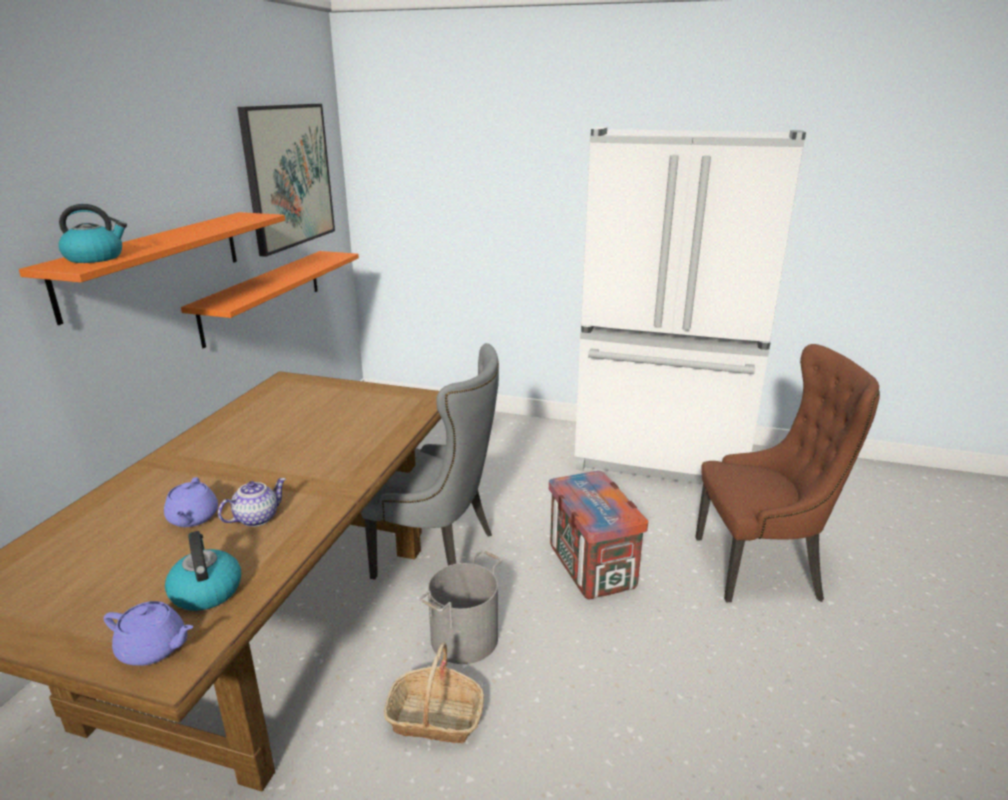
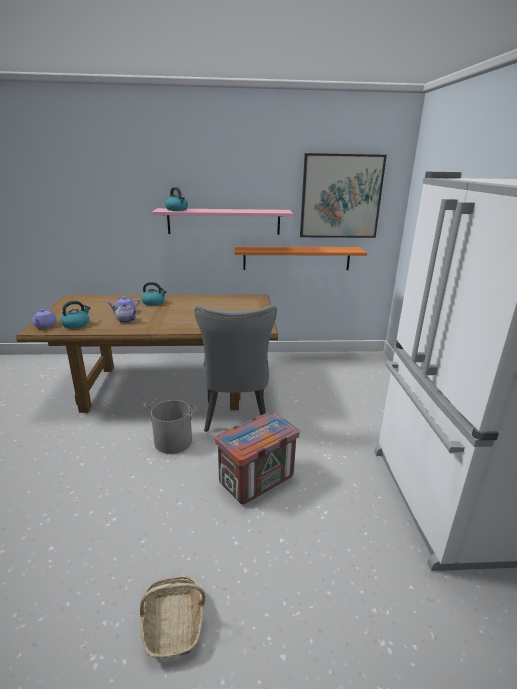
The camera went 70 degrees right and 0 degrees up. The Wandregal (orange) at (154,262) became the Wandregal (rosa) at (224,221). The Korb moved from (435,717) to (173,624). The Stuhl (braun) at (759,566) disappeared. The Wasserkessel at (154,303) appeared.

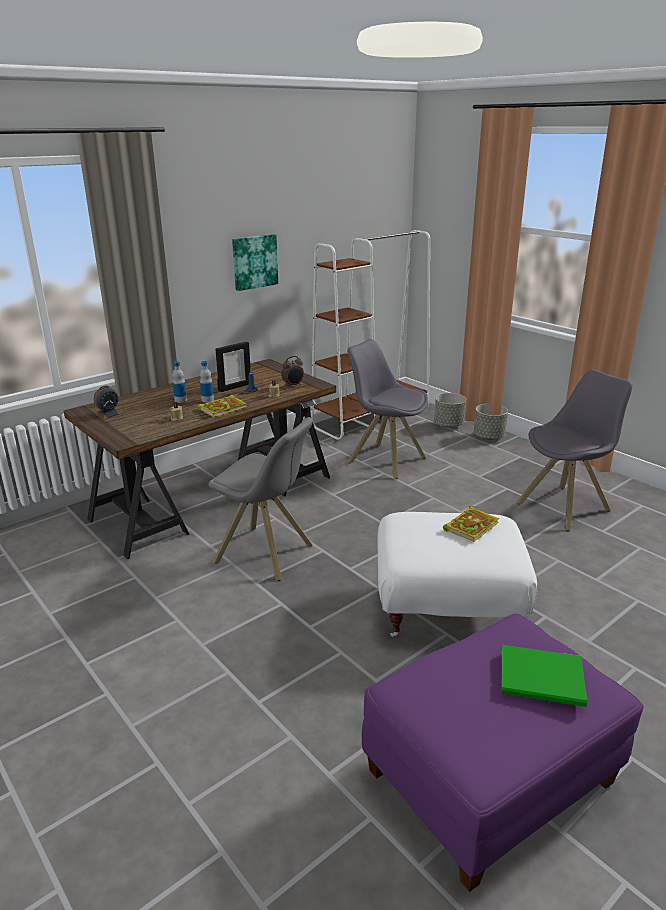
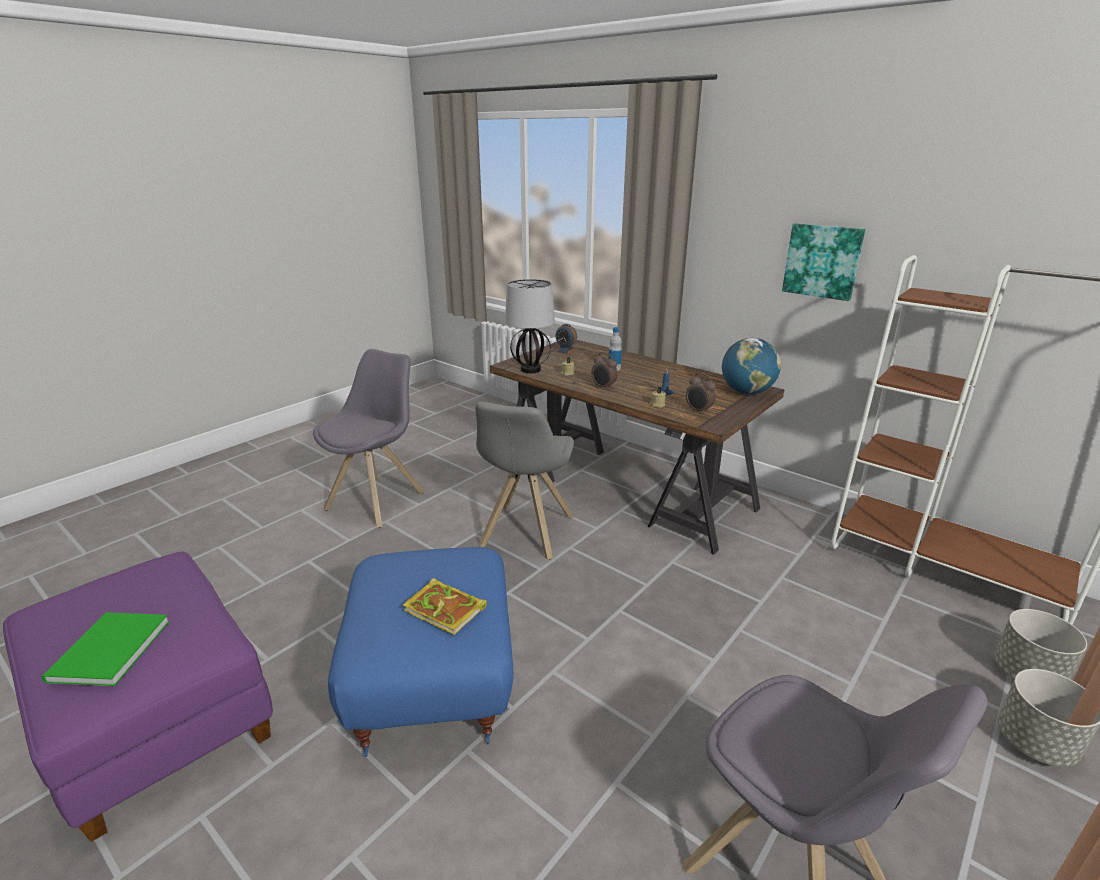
The camera went 80 degrees right and 0 degrees up. The Buch at (223,408) was replaced by the Wecker at (603,387). The Flasche at (207,400) disappeared. The Bilderrahmen at (235,387) disappeared. The Stuhl (grau) moved from (386,460) to (377,500). The Polsterhocker (weiß) at (448,607) became the Polsterhocker (blau) at (435,683). The Tischlampe at (530,369) appeared. The Globus at (746,392) appeared.

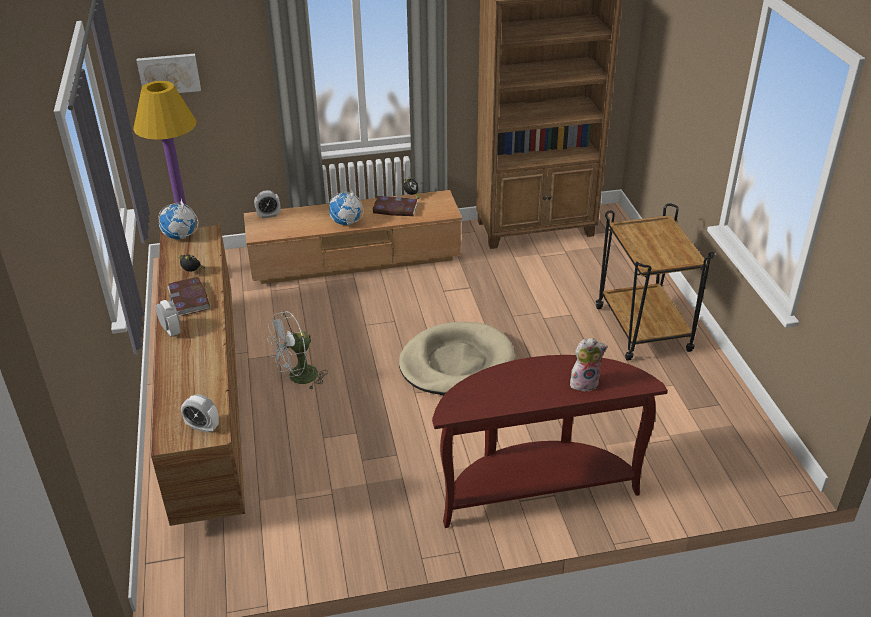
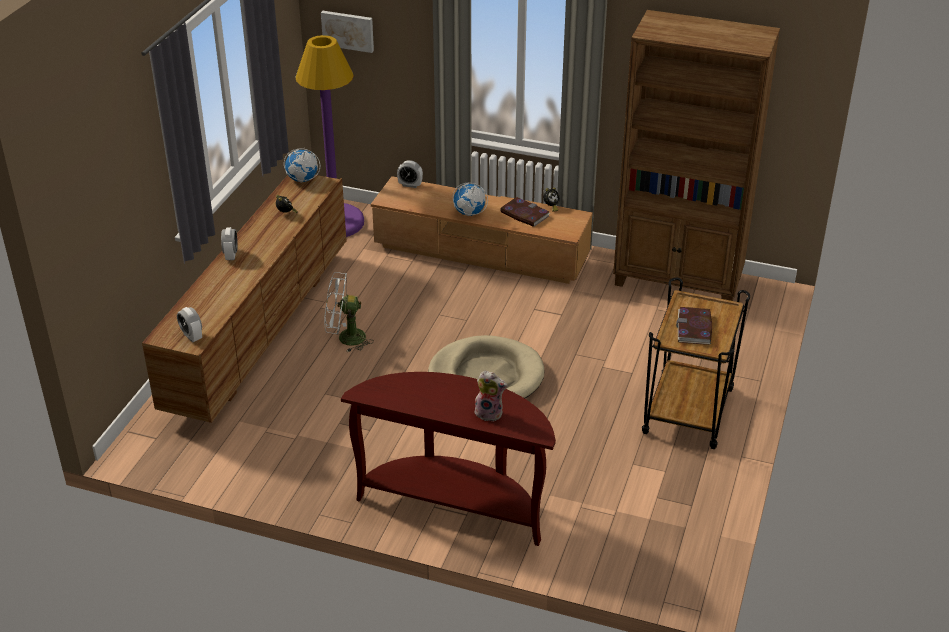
The camera went 30 degrees right and 0 degrees up. The Buch moved from (189,299) to (694,328).

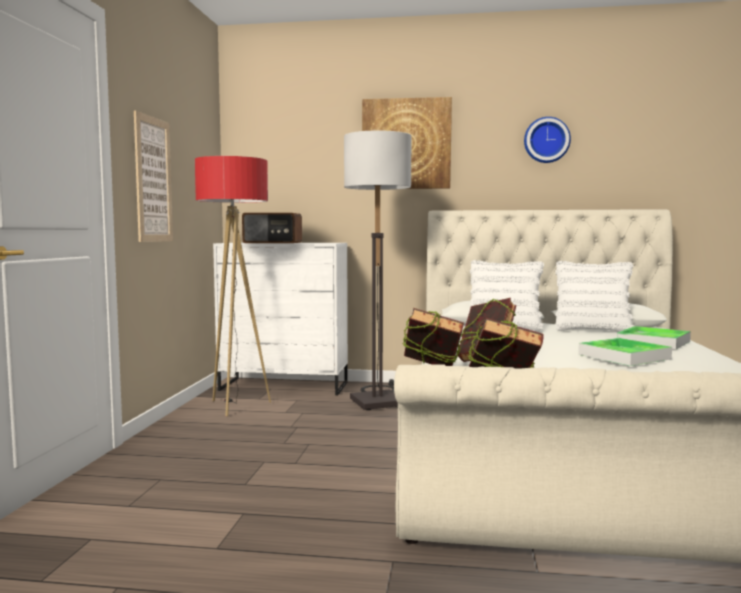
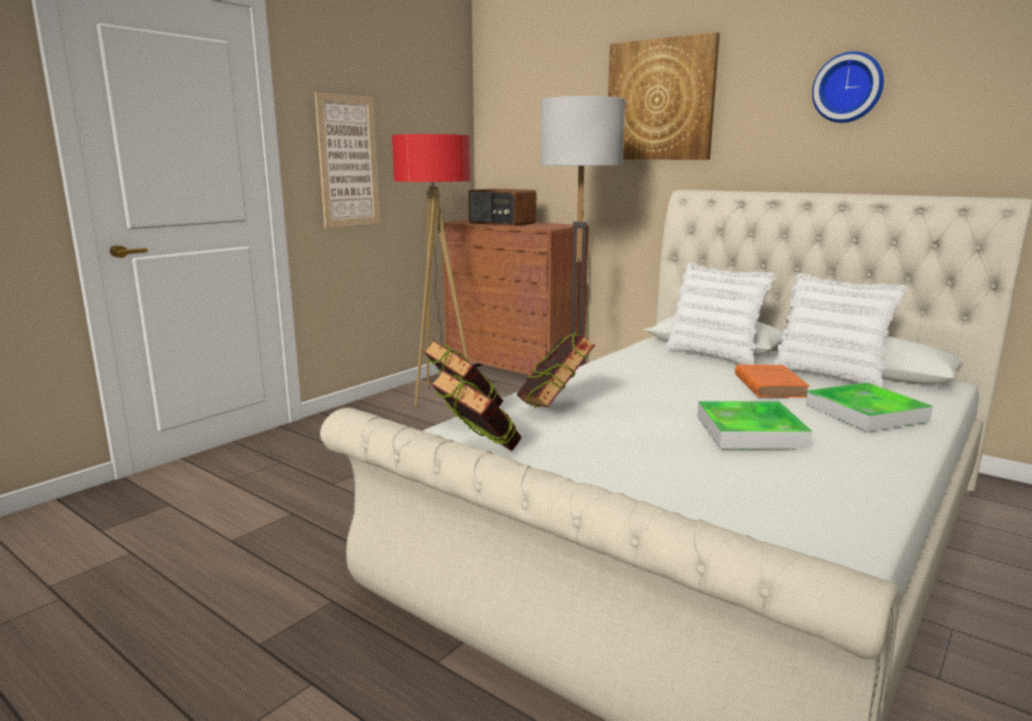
The camera went 30 degrees right and 10 degrees up. The Kommode (weiß) at (285,386) became the Kommode (braun) at (514,380). The Buch (orange) at (769,385) appeared.

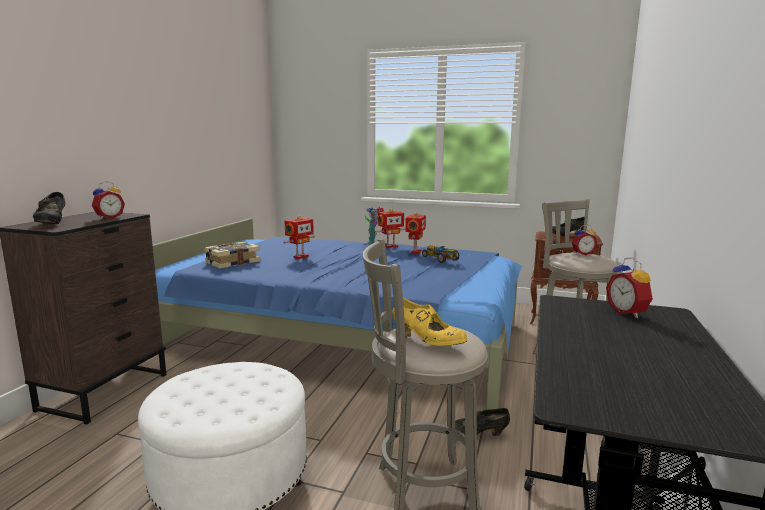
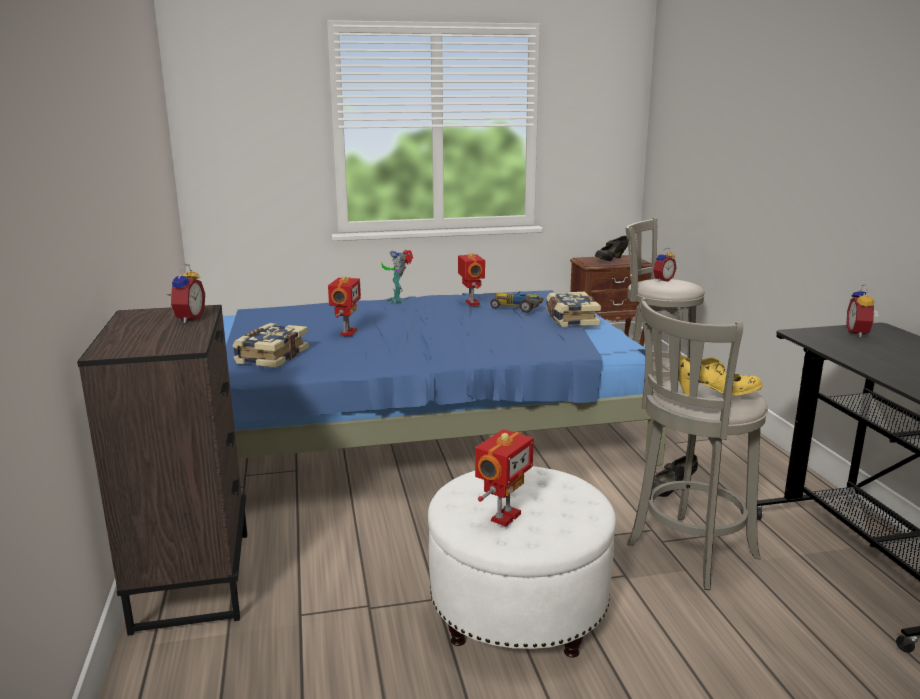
The camera went 30 degrees left and 5 degrees up. The Schuh (schwarz) at (52,224) disappeared. The Spielzeugroboter moved from (390,246) to (504,516). The Wecker at (628,313) turned 60 degrees clockwise. The Buch at (570,319) appeared.

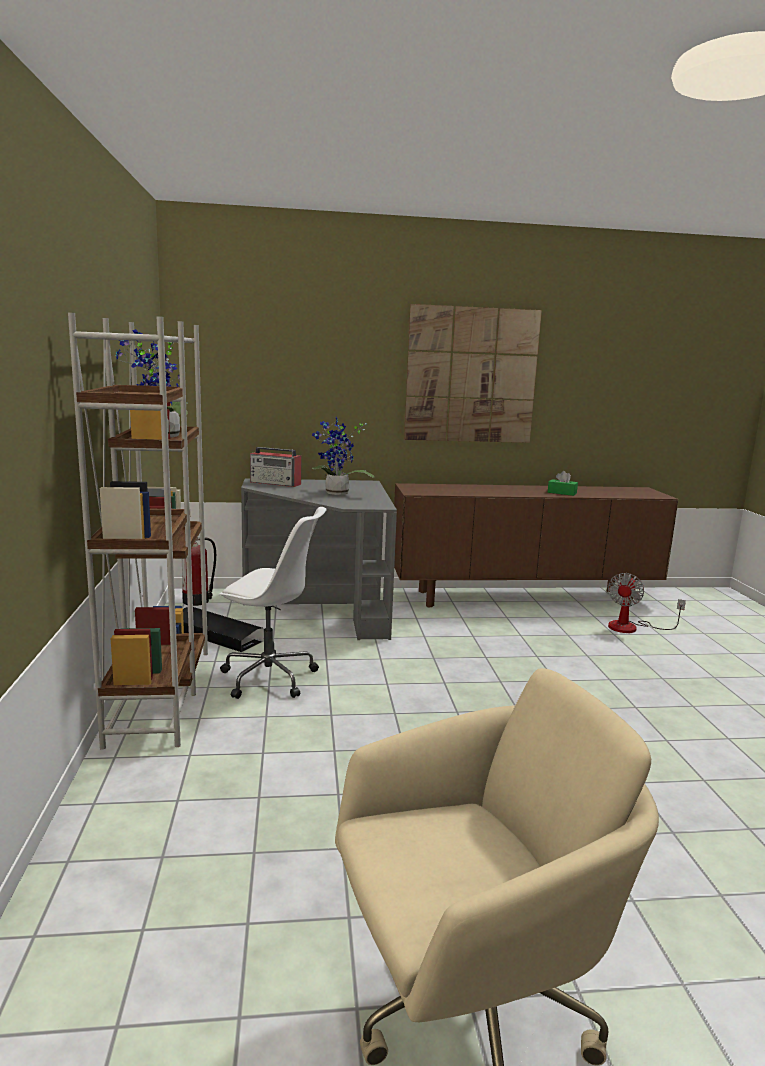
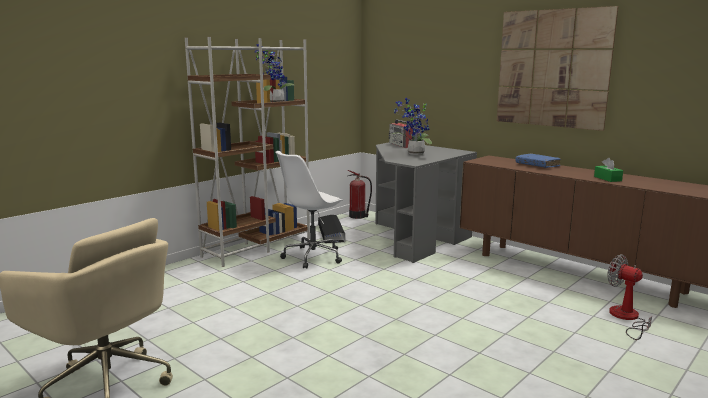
The camera went 50 degrees right and 0 degrees up. The Bürostuhl (weiß) at (271,678) turned 75 degrees clockwise. The Ventilator at (632,627) turned 60 degrees clockwise. The Buch (blau) at (537,165) appeared.

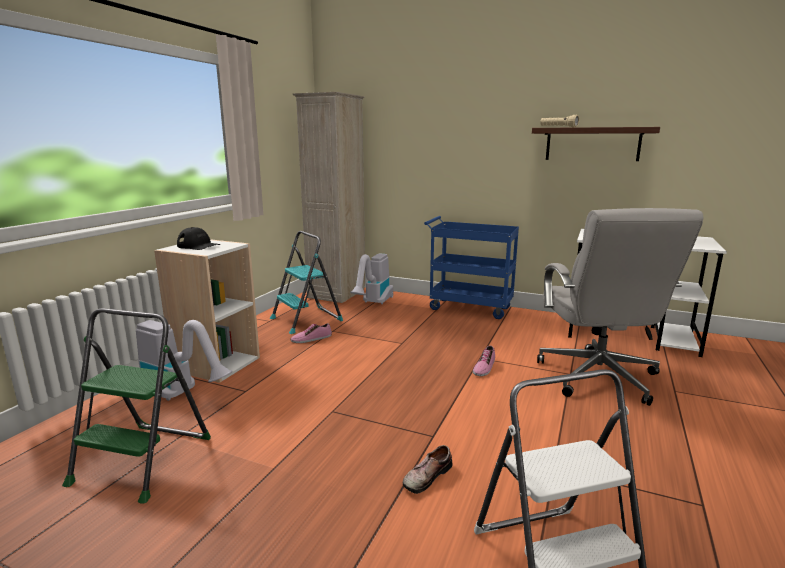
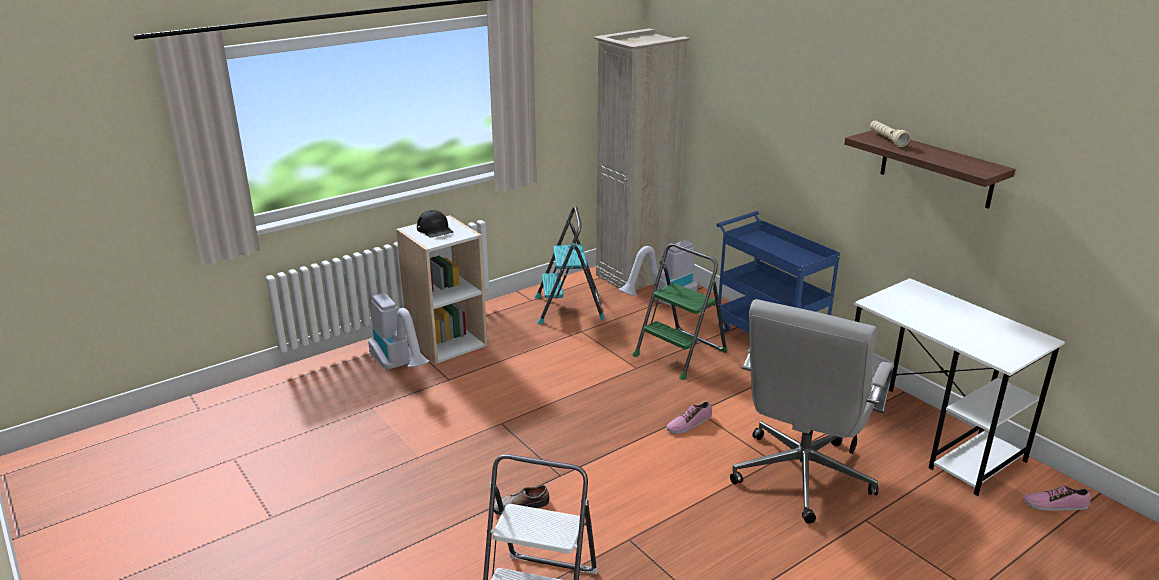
The camera went 30 degrees right and 10 degrees up. The Trittleiter (grün) moved from (147,457) to (683,352). The Schuh moved from (311,339) to (1055,504).

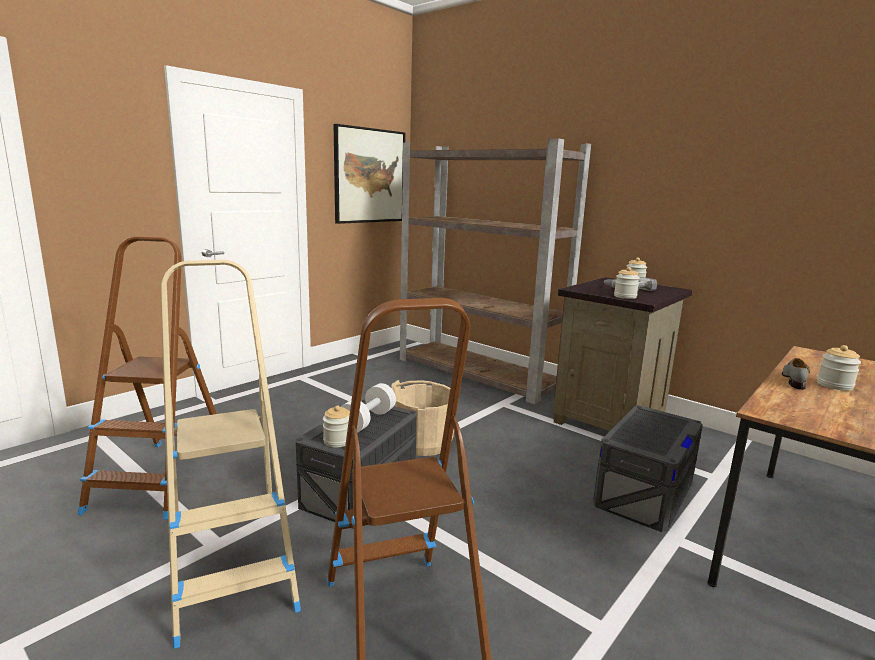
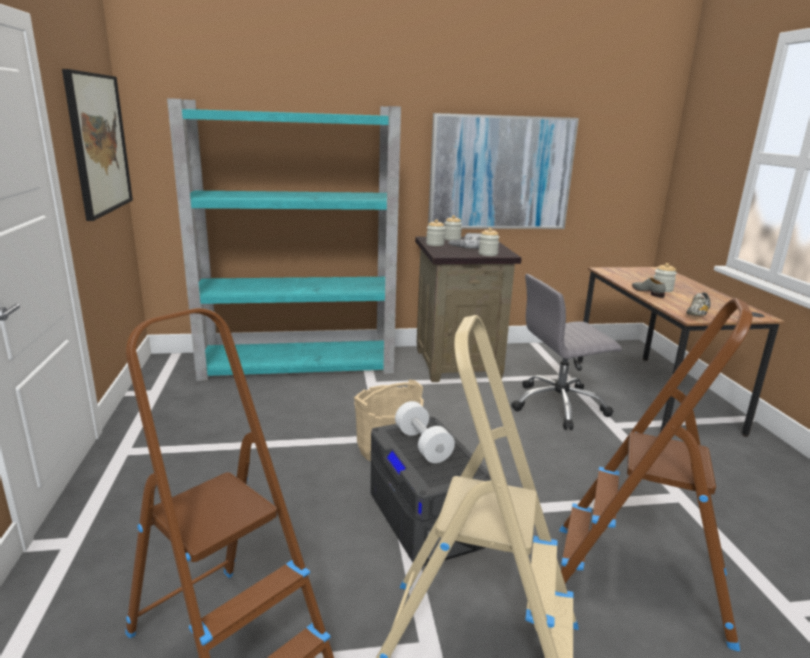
The camera went 50 degrees left and 5 degrees up. The Vorratsglas moved from (337,441) to (435,244). The Bücherregal (braun) at (478,373) became the Bücherregal (türkis) at (298,363). The Aufbewahrungsbox (grau) at (644,492) was replaced by the Bürostuhl (grau) at (558,405). The Bild at (500,173) appeared. The Schuh at (697,314) appeared.

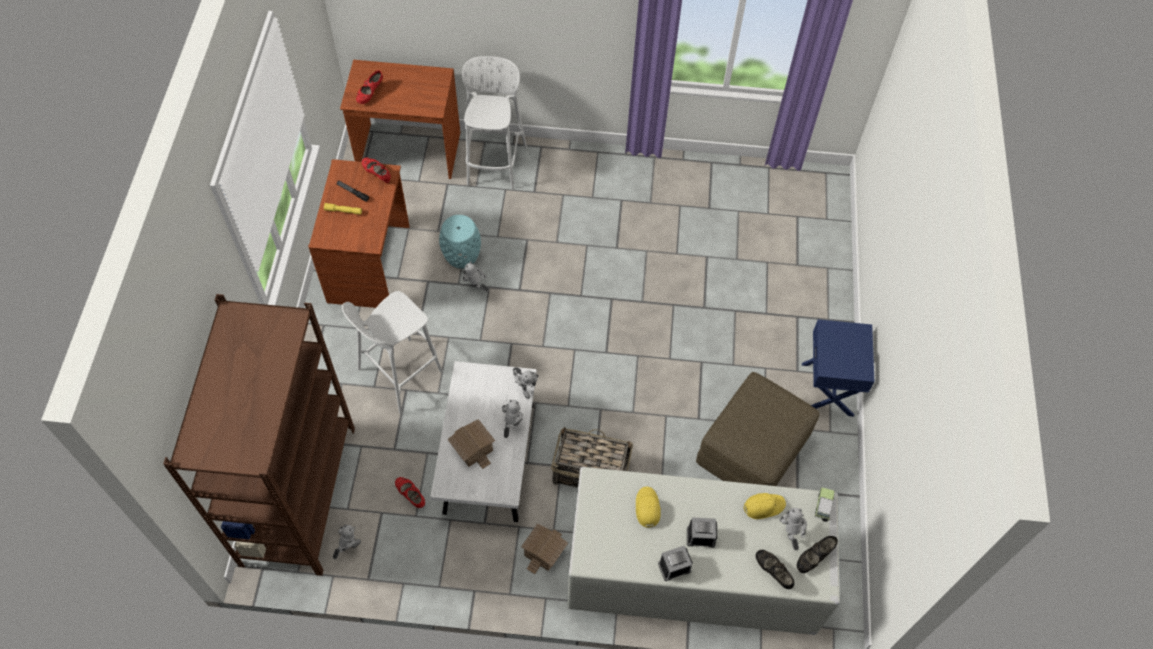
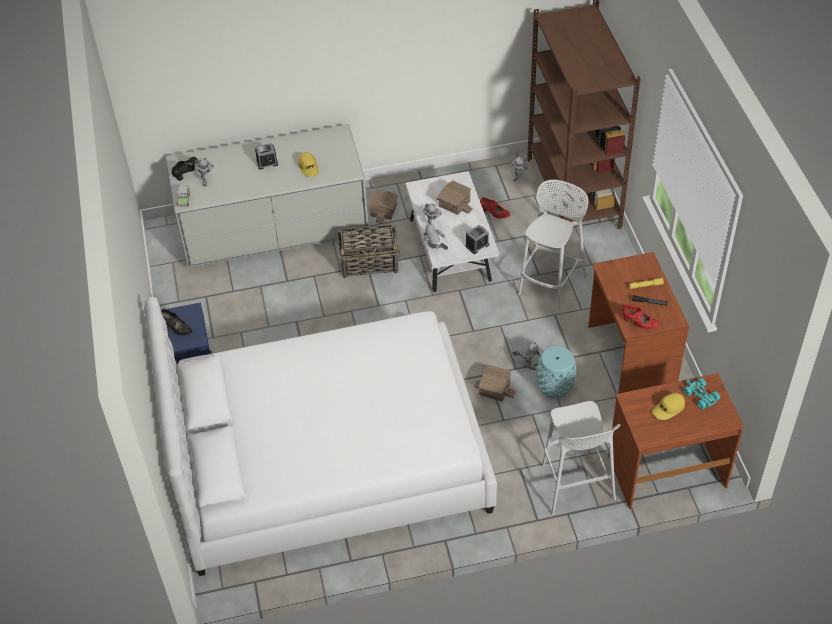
The camera went 165 degrees right and 10 degrees down. The Schuh (rot) at (370,94) was replaced by the Spielzeugauto (türkis) at (700,396). The Wecker moved from (674,567) to (477,245). The Polsterhocker (braun) at (752,451) disappeared. The Kappe (gelb) moved from (764,506) to (668,408). The Schuh (schwarz) moved from (773,572) to (177,329). The Bett (weiß) at (328,459) appeared. The Spielzeughaus at (494,389) appeared.

